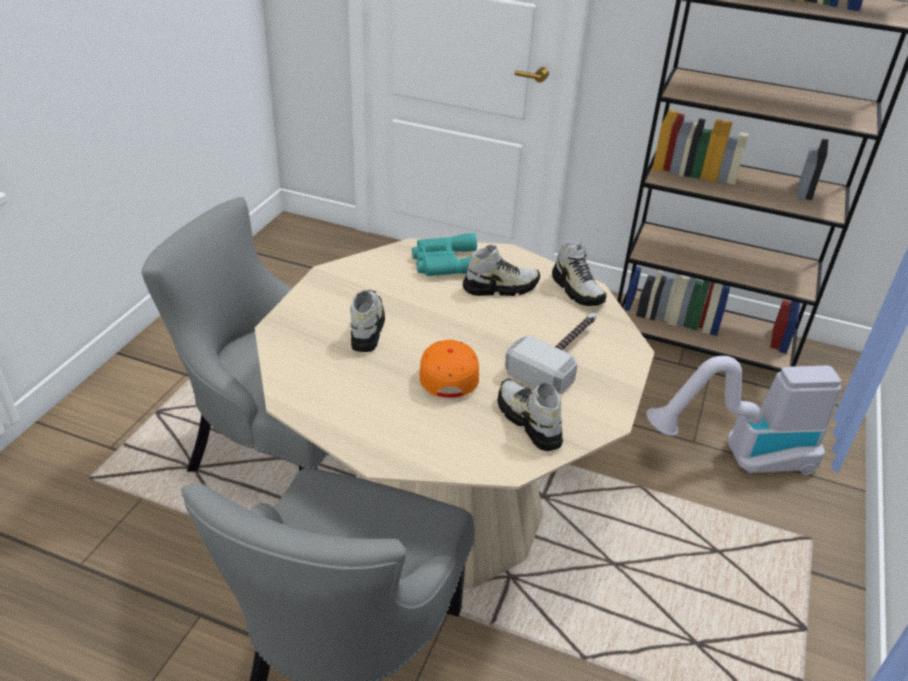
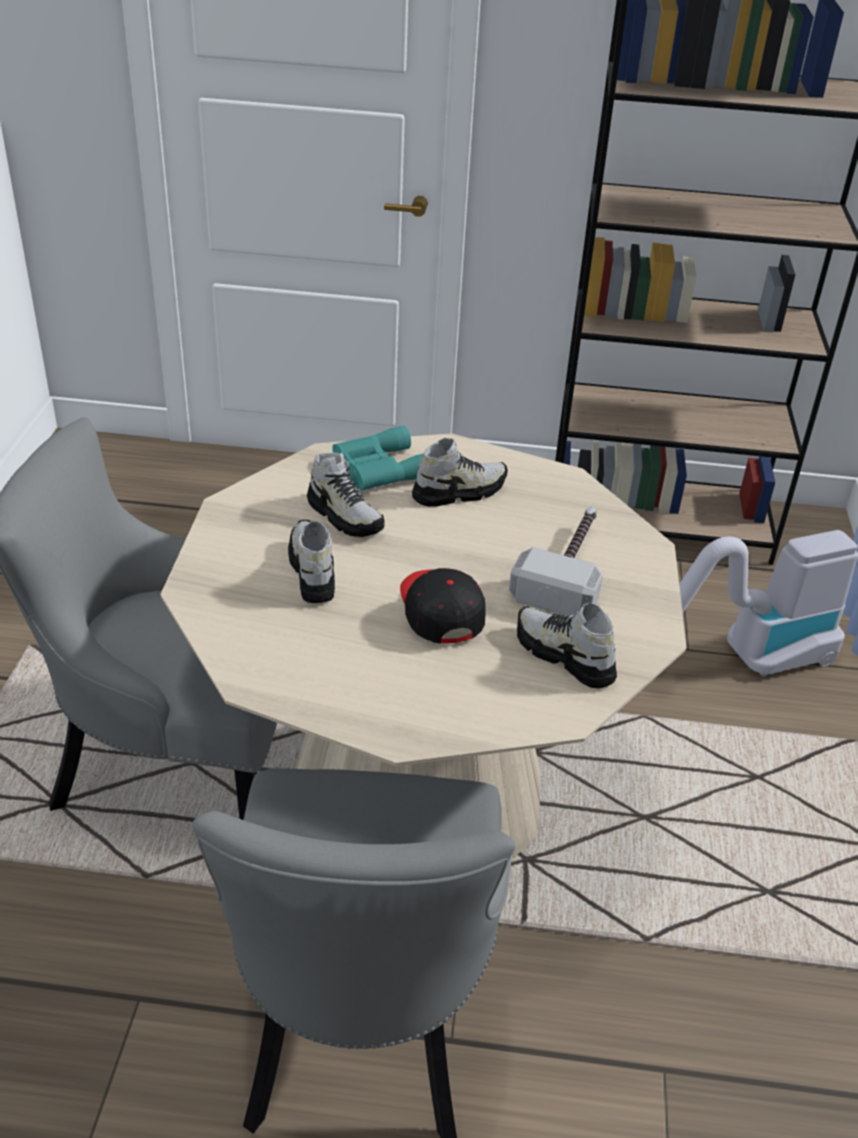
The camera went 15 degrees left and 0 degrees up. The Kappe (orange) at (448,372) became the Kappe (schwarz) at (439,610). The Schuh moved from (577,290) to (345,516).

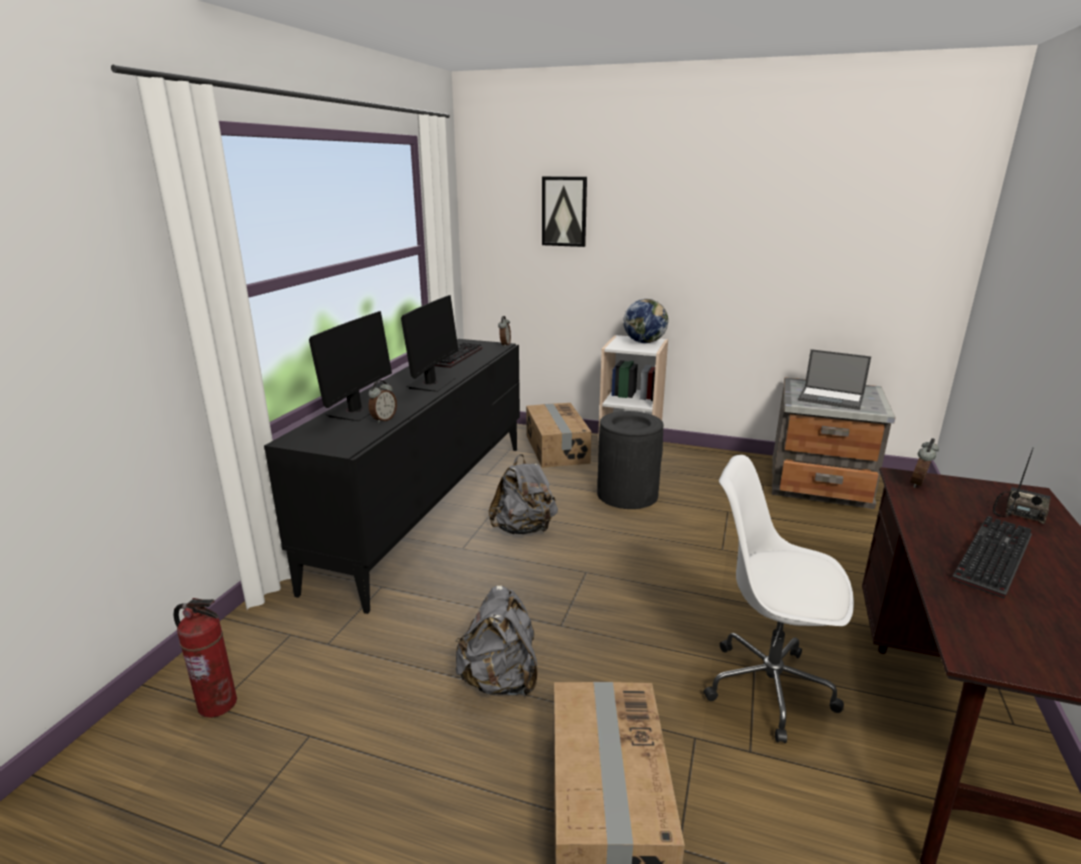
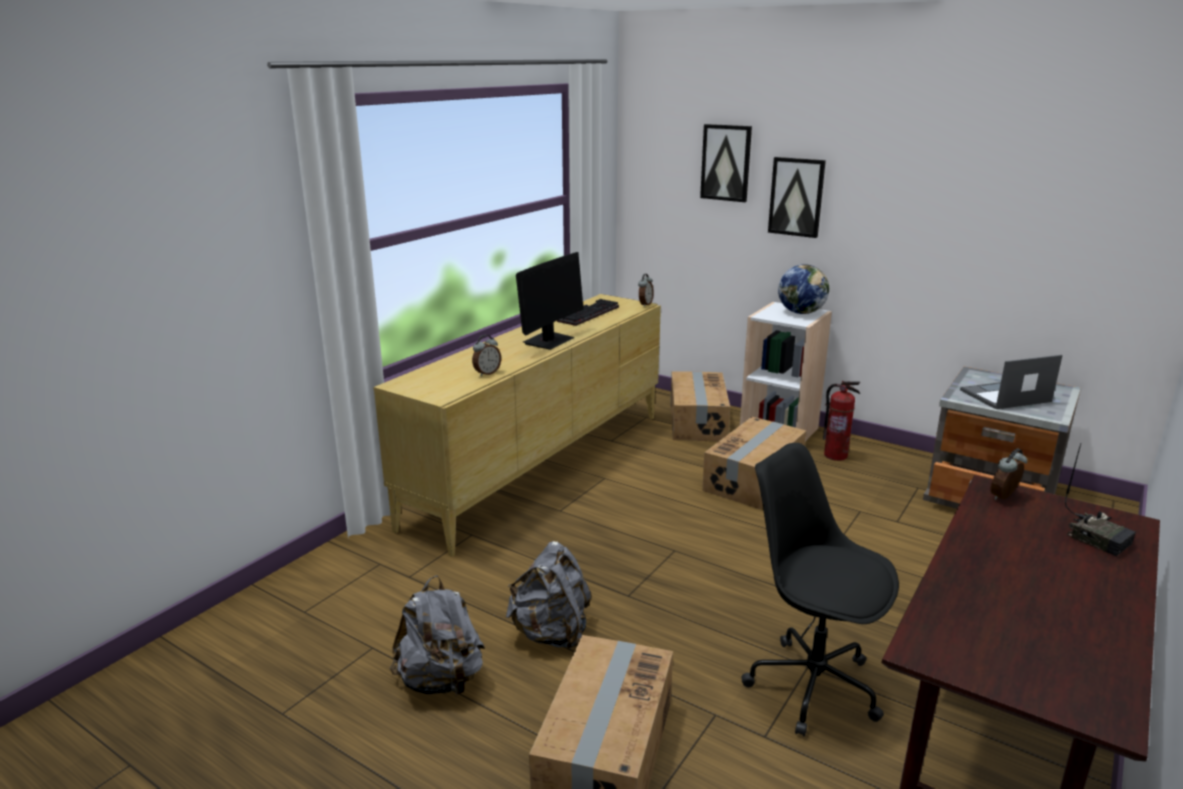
The camera went 15 degrees right and 0 degrees up. The Feuerlöscher moved from (218,703) to (836,455). The Schrank (schwarz) at (428,507) became the Schrank (beige) at (540,466). The Monitor at (356,411) disappeared. The Rucksack (grau) moved from (524,529) to (441,680). The Mülleimer (schwarz) at (627,494) was replaced by the Karton at (754,479). The Bürostuhl (weiß) at (765,687) became the Bürostuhl (schwarz) at (809,685). The Laptop at (831,398) turned 120 degrees clockwise. The Tastatur at (990,555) disappeared. The Radio at (1020,511) turned 90 degrees clockwise. The Bild at (796,197) appeared.

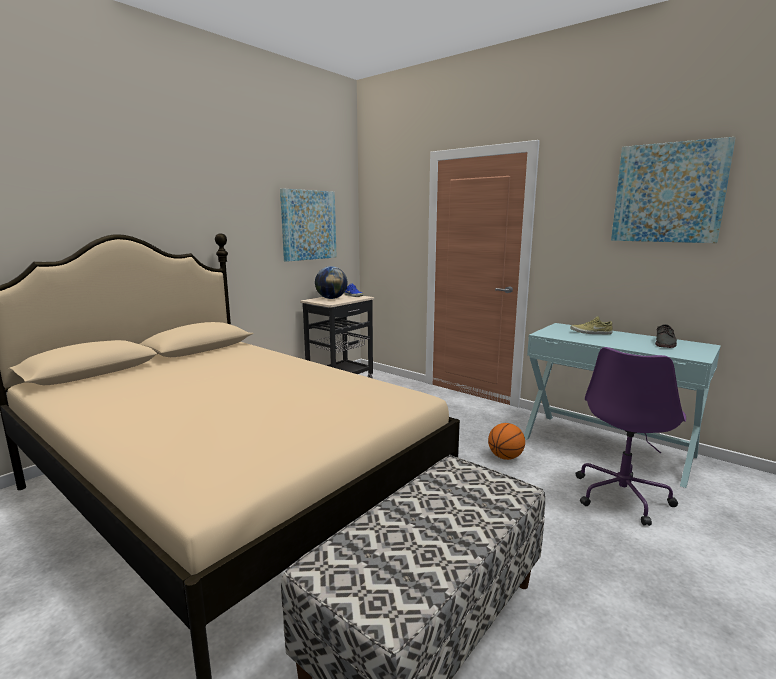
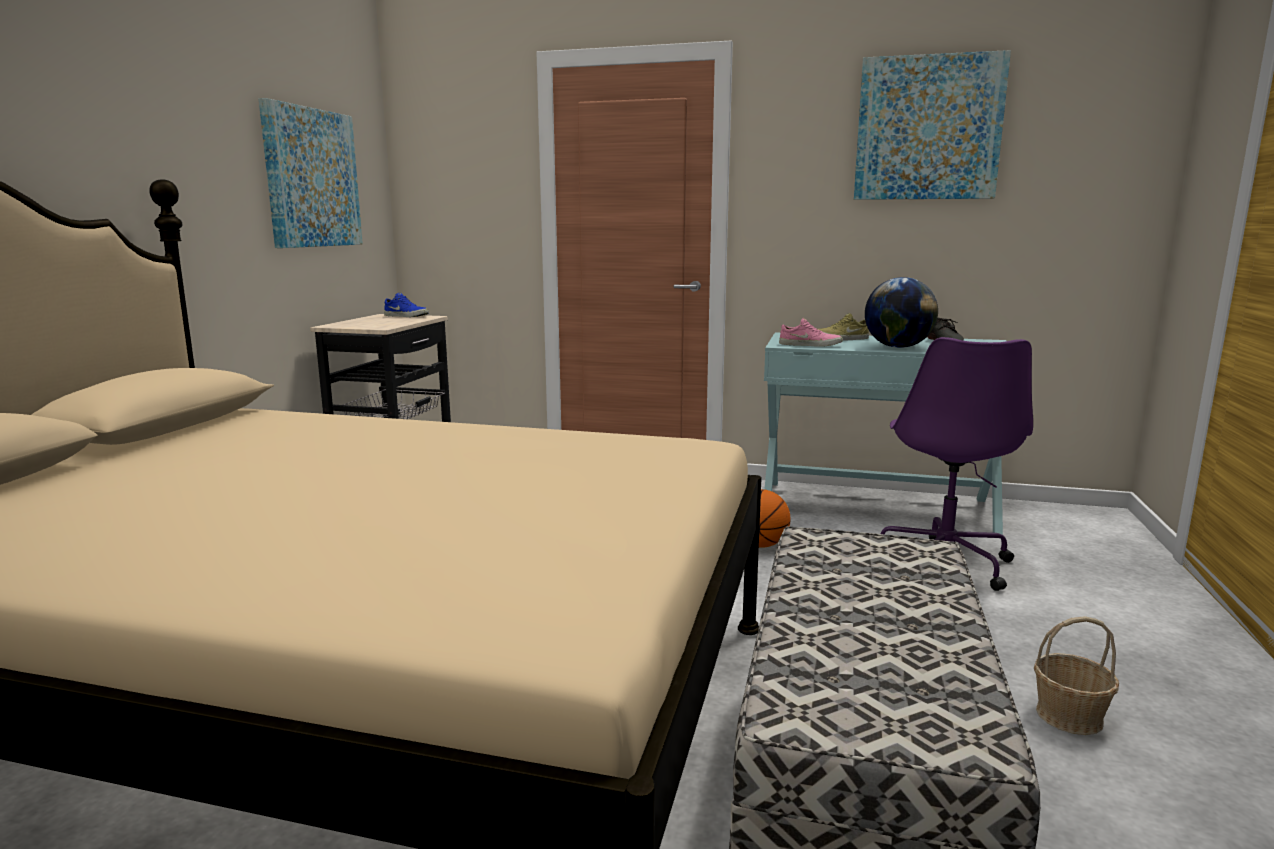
The camera went 25 degrees left and 0 degrees up. The Globus moved from (331,298) to (897,347). The Schuh (rosa) at (810,345) appeared. The Korb at (1070,716) appeared.

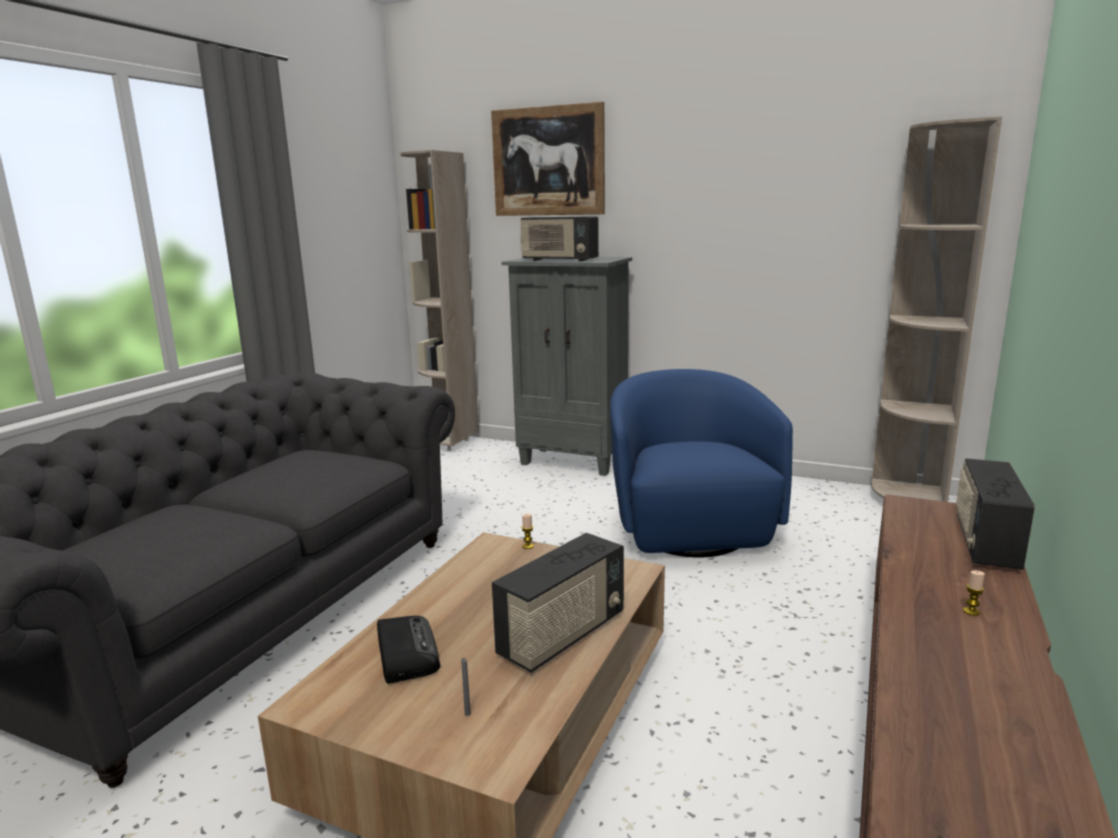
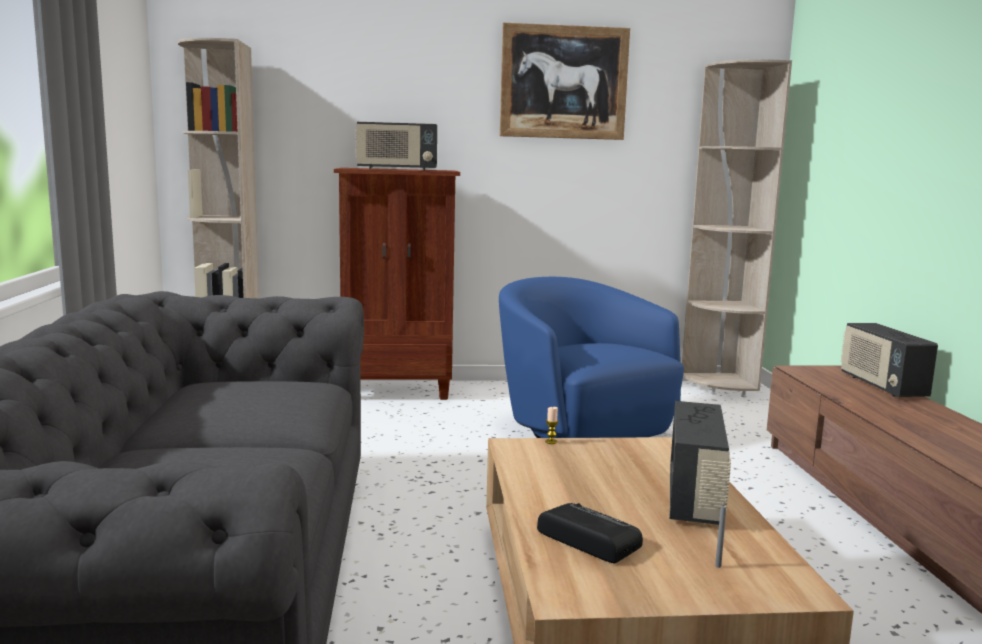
The camera went 30 degrees left and 5 degrees down. The Bild moved from (548,161) to (563,82). The Schrank (grau) at (572,462) became the Schrank (braun) at (397,392). The Kerze at (971,611) disappeared.

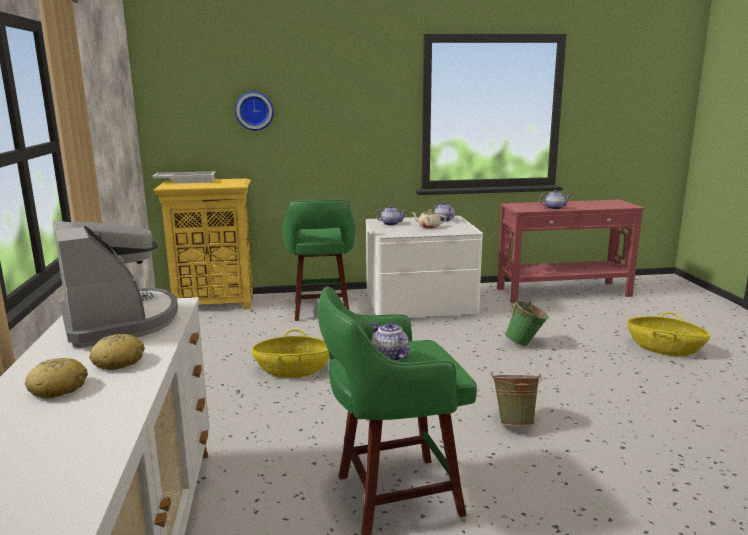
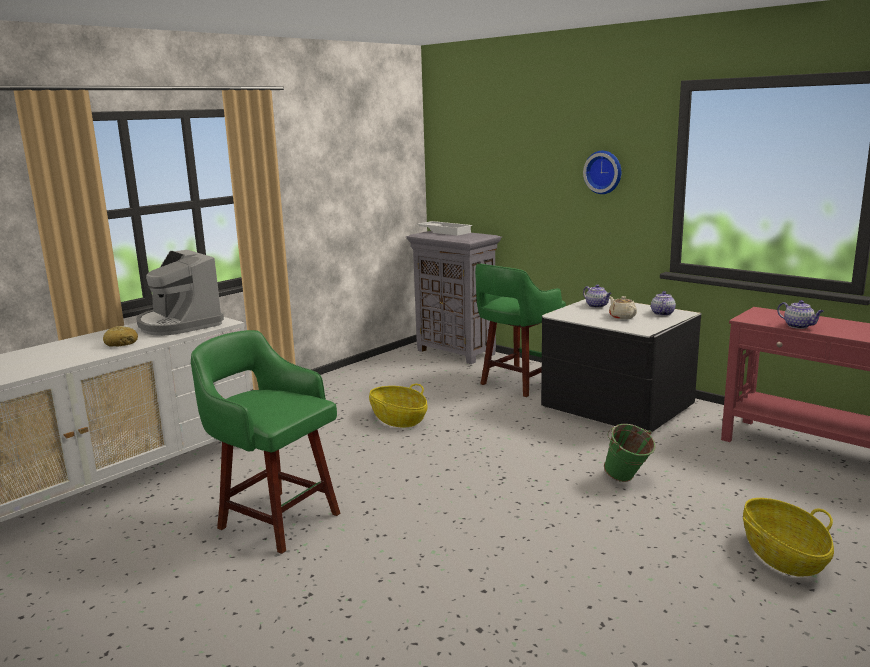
The camera went 50 degrees right and 0 degrees up. The Brot at (58,388) disappeared. The Kaffeemaschine at (119,321) turned 120 degrees clockwise. The Schrank (gelb) at (216,304) became the Schrank (grau) at (457,352). The Wanduhr moved from (254,111) to (604,172). The Nachttisch (weiß) at (420,305) became the Nachttisch (schwarz) at (616,408). The Teekanne at (388,356) disappeared. The Eimer (grün) at (514,422) disappeared.

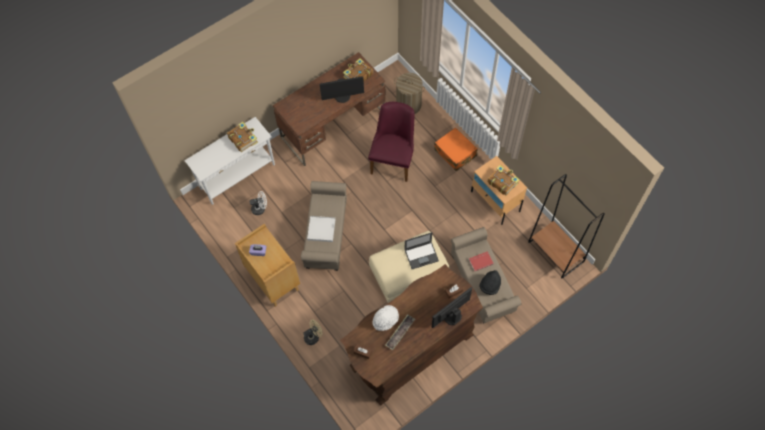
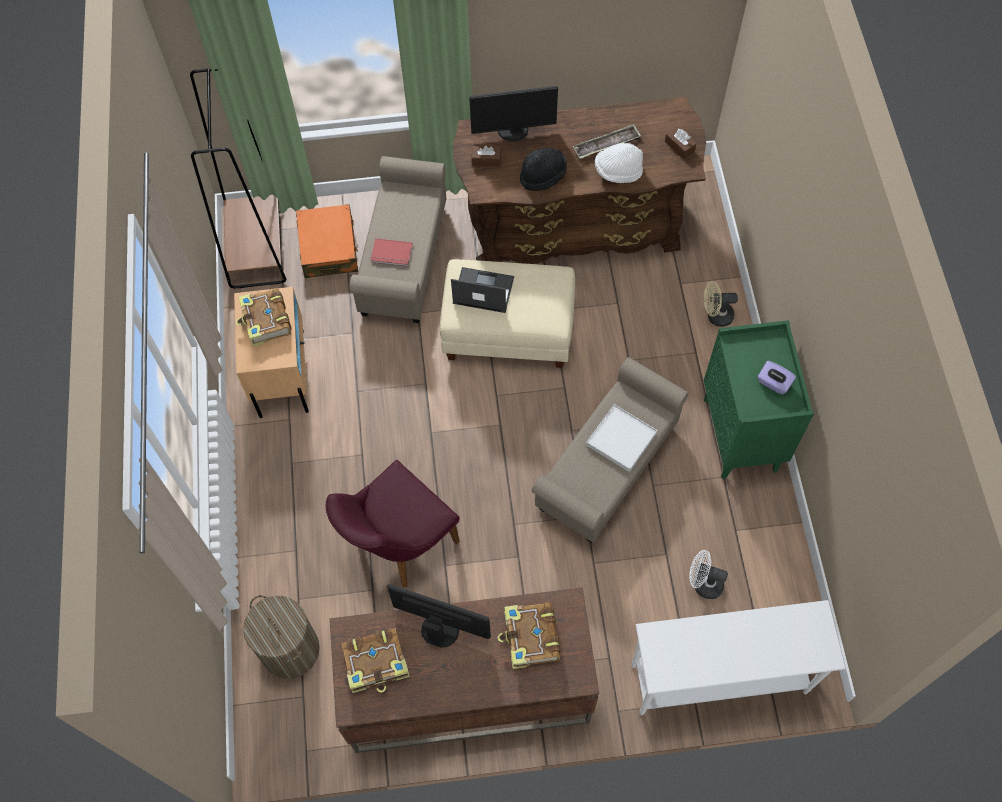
The camera went 150 degrees left and 0 degrees up. The Buch moved from (243,139) to (530,638). The Schrank (braun) at (273,281) became the Schrank (grün) at (740,435). The Koffer (orange) moved from (455,153) to (329,248). The Hut (schwarz) moved from (490,285) to (543,176).

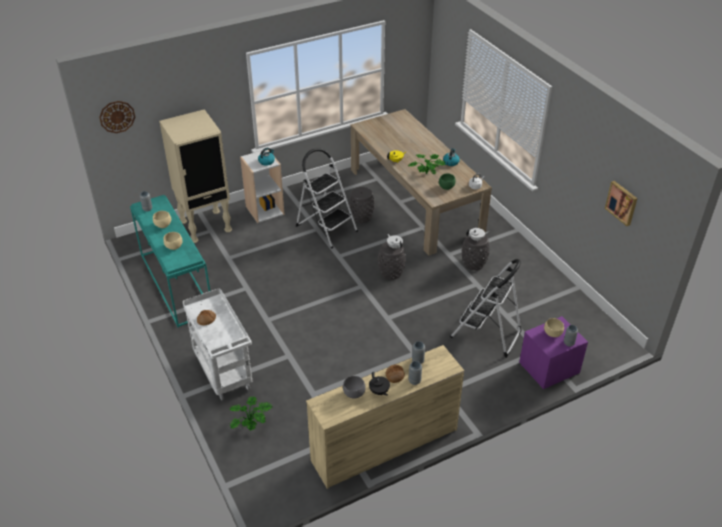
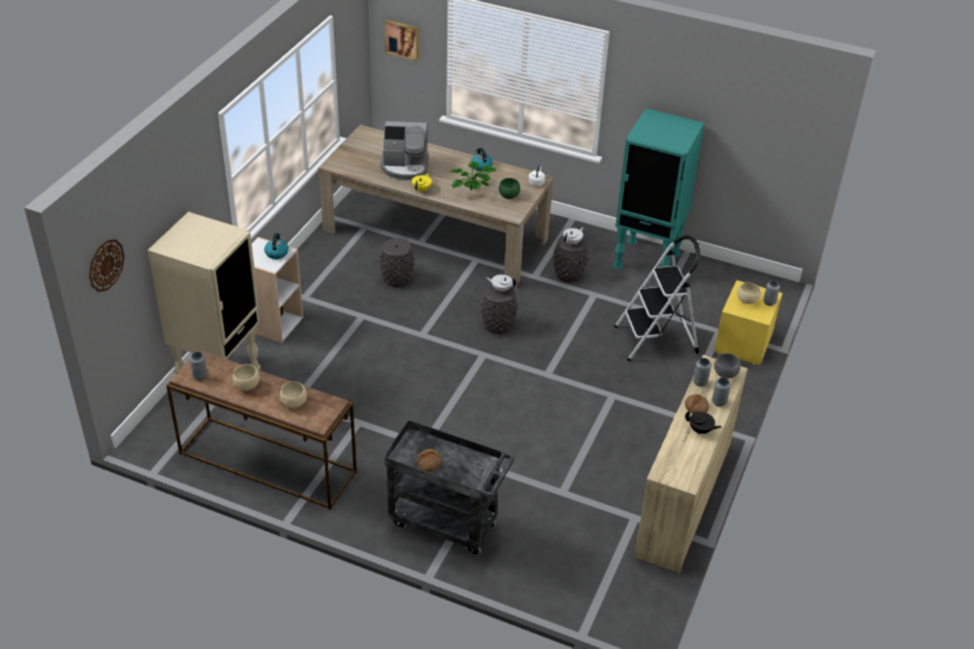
The camera went 40 degrees left and 0 degrees up. The Konsolentisch (türkis) at (175,284) became the Konsolentisch (braun) at (266,463). The Rollwagen (weiß) at (224,375) became the Rollwagen (schwarz) at (447,528). The Topfpflanze at (251,424) disappeared. The Trittleiter at (325,228) disappeared. The Schüssel (grau) moved from (354,394) to (726,374). The Nachttisch (lila) at (549,368) became the Nachttisch (gelb) at (744,343). The Bild moved from (622,202) to (402,39). The Kaffeemaschine at (405,167) appeared. The Schrank (türkis) at (647,261) appeared.

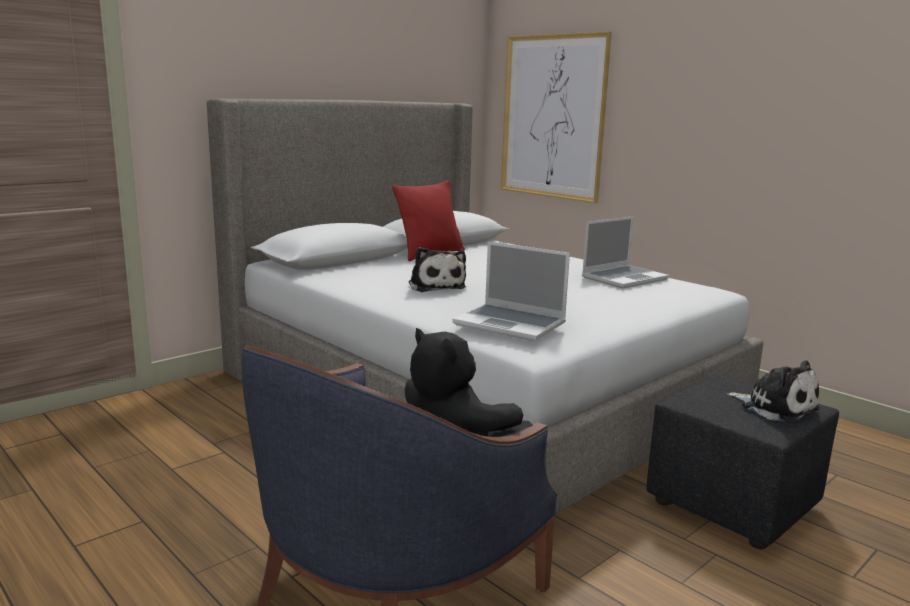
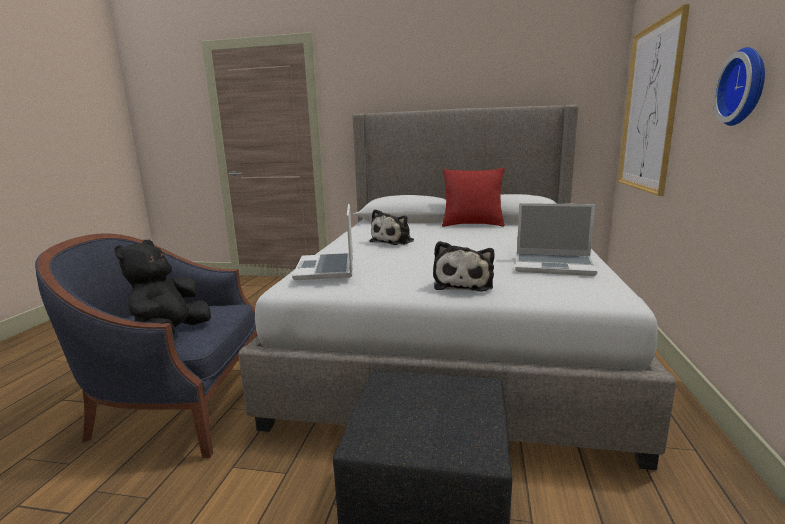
The camera went 55 degrees right and 0 degrees up. The Plüschtier moved from (775,407) to (463,284). The Wanduhr at (745,87) appeared.

